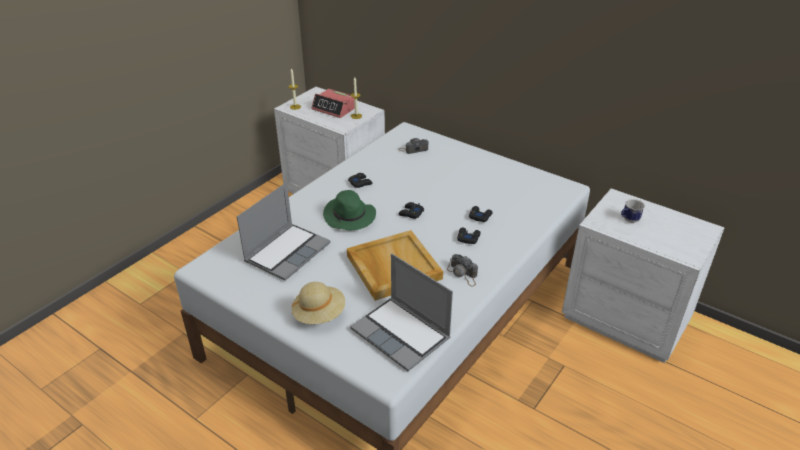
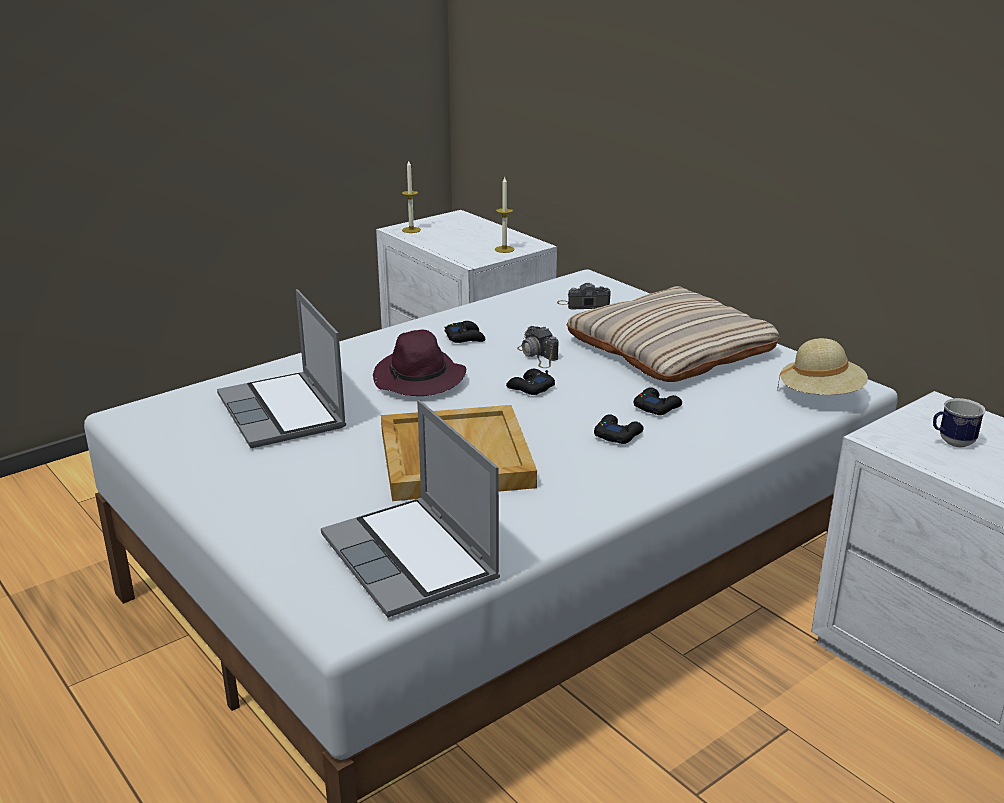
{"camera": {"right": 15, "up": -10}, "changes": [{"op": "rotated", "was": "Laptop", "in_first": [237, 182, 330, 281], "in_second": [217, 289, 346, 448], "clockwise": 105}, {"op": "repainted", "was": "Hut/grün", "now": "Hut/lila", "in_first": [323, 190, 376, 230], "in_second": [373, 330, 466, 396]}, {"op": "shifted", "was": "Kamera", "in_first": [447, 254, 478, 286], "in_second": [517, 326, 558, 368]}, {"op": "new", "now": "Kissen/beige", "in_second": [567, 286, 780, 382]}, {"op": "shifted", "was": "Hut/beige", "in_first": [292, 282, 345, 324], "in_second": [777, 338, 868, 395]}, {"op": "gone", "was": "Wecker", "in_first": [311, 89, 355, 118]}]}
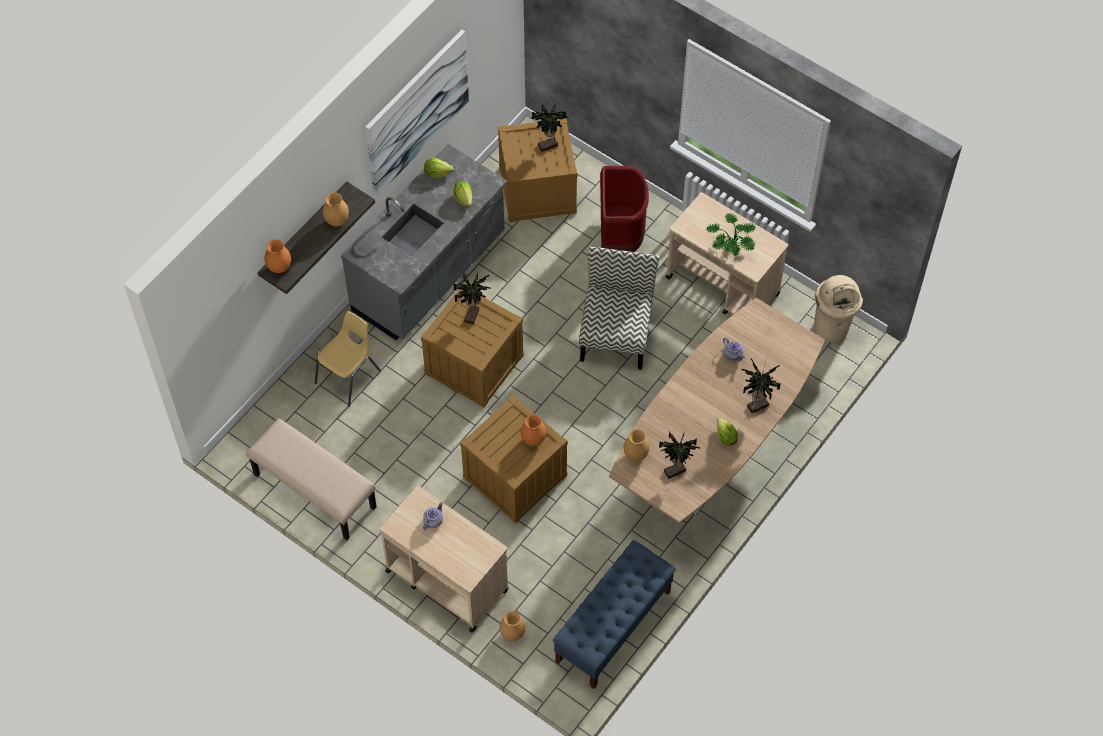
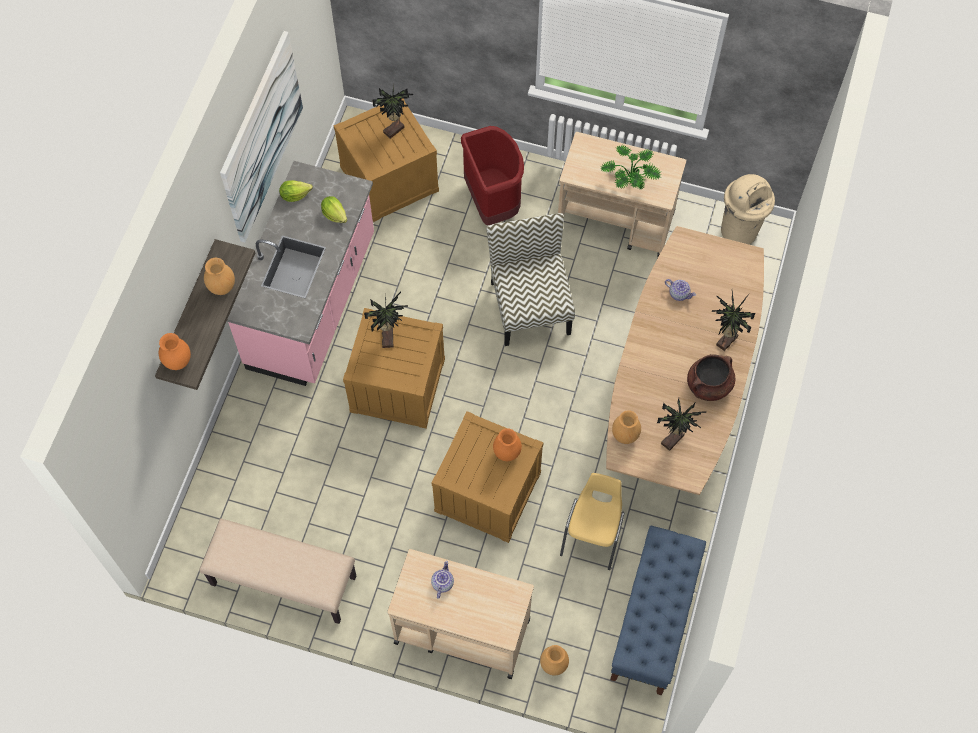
{"camera": {"right": -20, "up": 5}, "changes": [{"op": "repainted", "was": "Küchenzeile/grau", "now": "Küchenzeile/rosa", "in_first": [341, 144, 507, 340], "in_second": [227, 161, 374, 386]}, {"op": "shifted", "was": "Stuhl/gelb", "in_first": [315, 311, 381, 407], "in_second": [560, 473, 624, 570]}, {"op": "swapped", "was": "Salatkopf", "now": "Kochtopf/braun", "in_first": [717, 418, 738, 446], "in_second": [687, 354, 735, 401]}]}
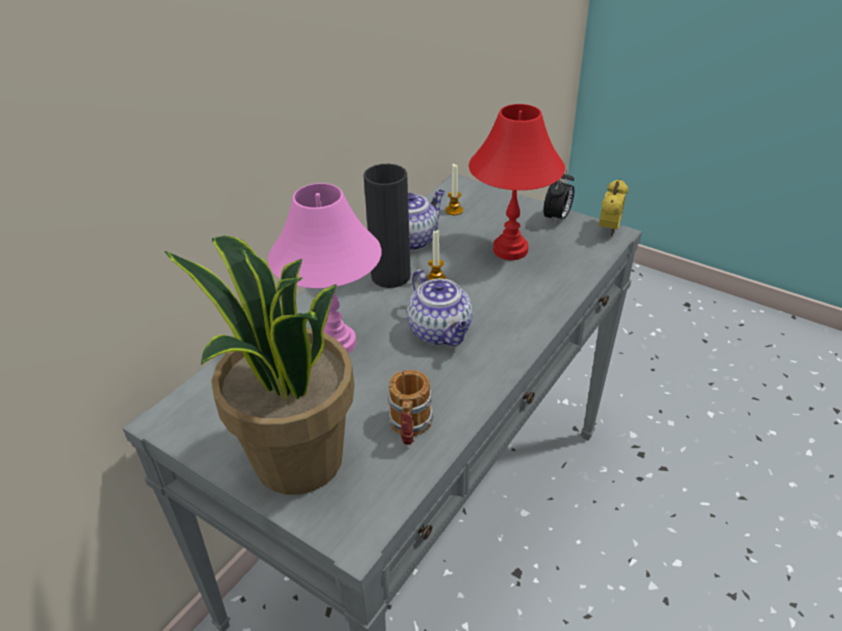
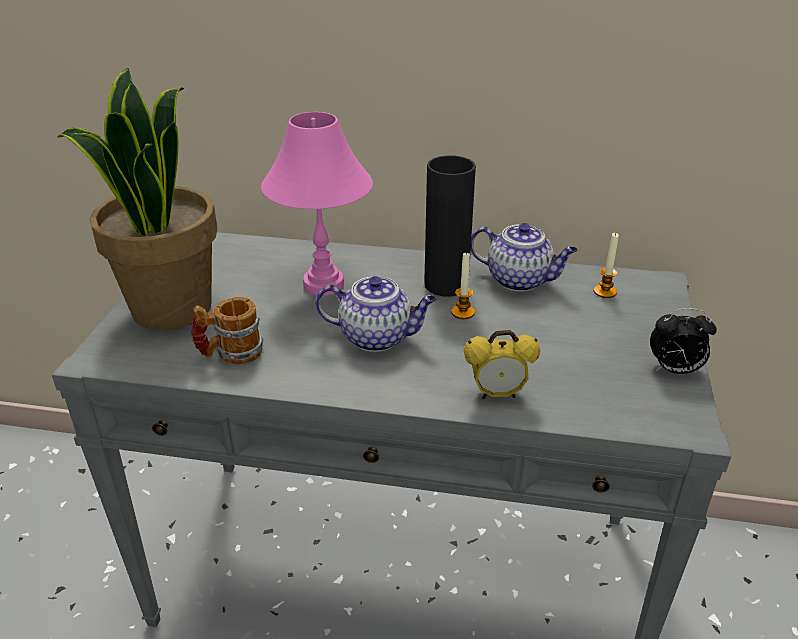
{"camera": {"right": 65, "up": -5}, "changes": [{"op": "rotated", "was": "Teekanne", "in_first": [407, 269, 473, 346], "in_second": [316, 276, 437, 352], "clockwise": -120}, {"op": "shifted", "was": "Wecker", "in_first": [599, 179, 628, 236], "in_second": [464, 330, 540, 399]}, {"op": "gone", "was": "Tischlampe/rot", "in_first": [469, 104, 565, 260]}]}
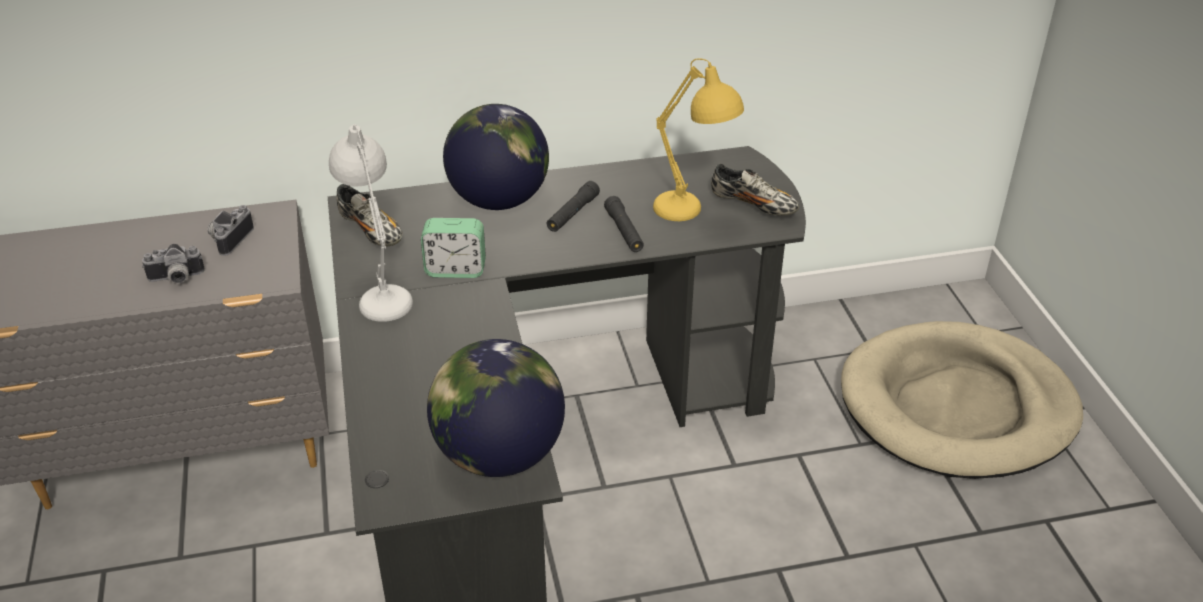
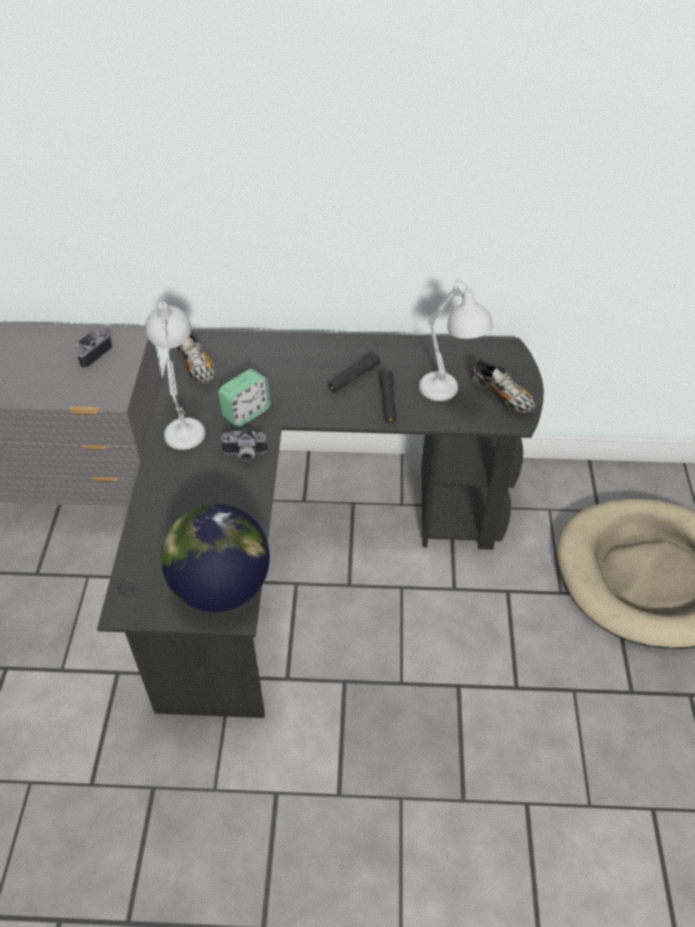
{"camera": {"right": 15, "up": 10}, "changes": [{"op": "rotated", "was": "Wecker", "in_first": [421, 218, 486, 278], "in_second": [218, 369, 271, 427], "clockwise": -60}, {"op": "shifted", "was": "Kamera", "in_first": [142, 244, 205, 283], "in_second": [220, 428, 268, 462]}, {"op": "repainted", "was": "Tischlampe/gelb", "now": "Tischlampe/weiß", "in_first": [653, 59, 744, 221], "in_second": [419, 280, 493, 401]}, {"op": "gone", "was": "Globus", "in_first": [443, 104, 549, 210]}]}
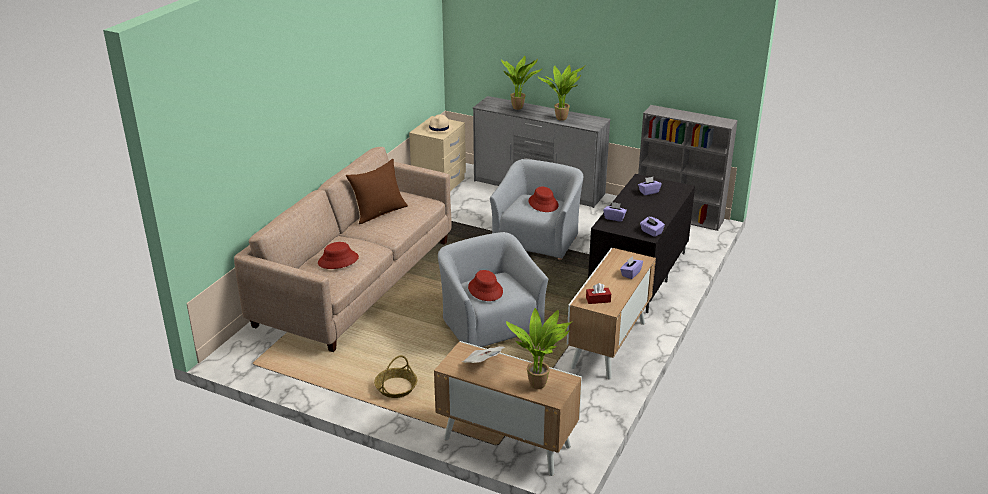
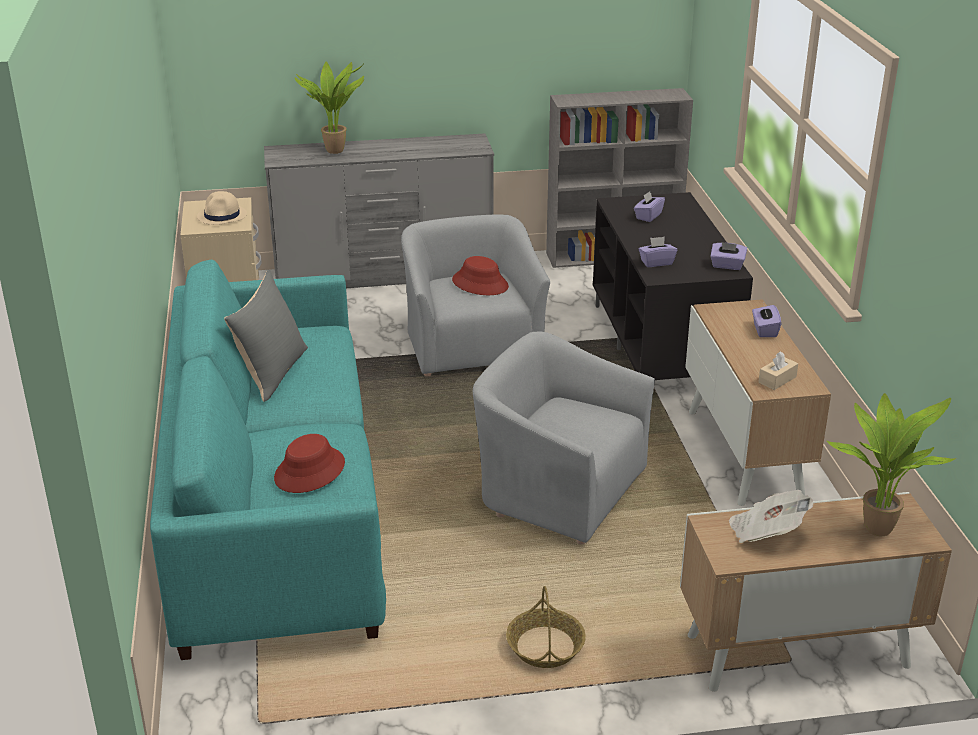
{"camera": {"right": -35, "up": 0}, "changes": [{"op": "repainted", "was": "Sofa/beige", "now": "Sofa/türkis", "in_first": [234, 147, 452, 352], "in_second": [150, 260, 386, 660]}, {"op": "repainted", "was": "Kissen/braun", "now": "Kissen/grau", "in_first": [346, 159, 408, 224], "in_second": [224, 270, 308, 402]}, {"op": "repainted", "was": "Taschentuchbox/rot", "now": "Taschentuchbox/beige", "in_first": [586, 283, 611, 304], "in_second": [758, 351, 798, 390]}, {"op": "gone", "was": "Hut/rot", "in_first": [468, 270, 503, 301]}, {"op": "gone", "was": "Topfpflanze", "in_first": [538, 65, 585, 121]}]}
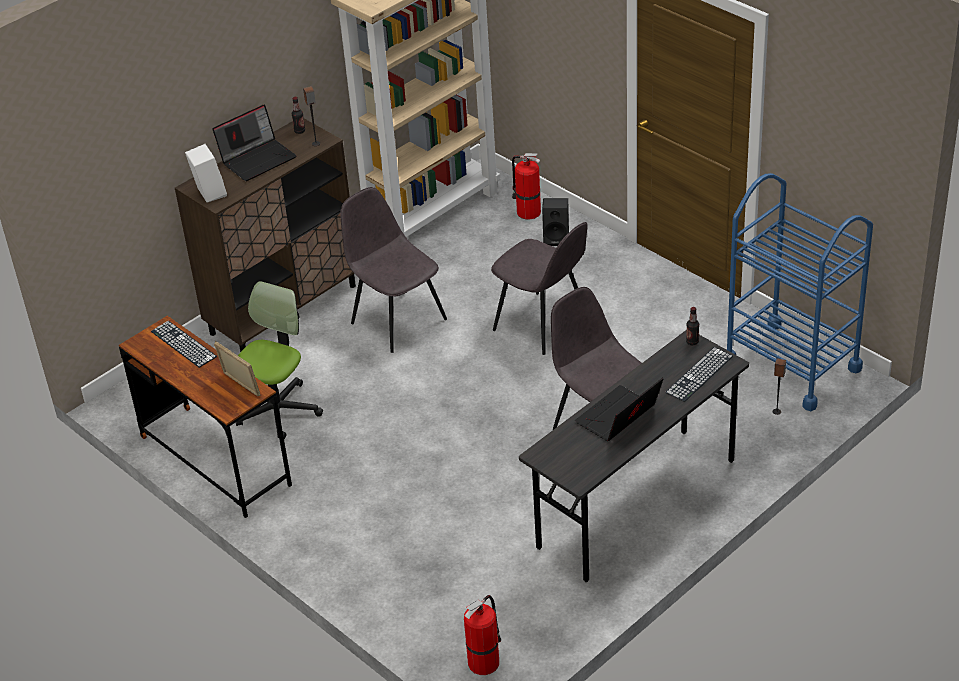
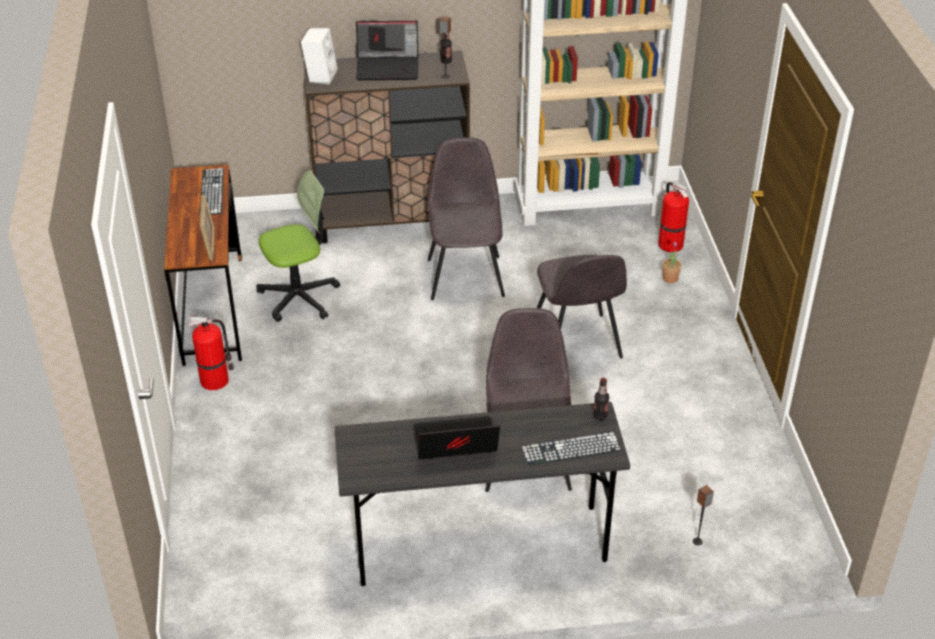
{"camera": {"right": 35, "up": 0}, "changes": [{"op": "shifted", "was": "Feuerlöscher", "in_first": [464, 595, 501, 675], "in_second": [189, 316, 234, 390]}, {"op": "swapped", "was": "Lautsprecher/schwarz", "now": "Topfpflanze", "in_first": [542, 198, 569, 246], "in_second": [663, 242, 681, 283]}, {"op": "gone", "was": "Rollwagen/blau", "in_first": [727, 173, 873, 411]}]}
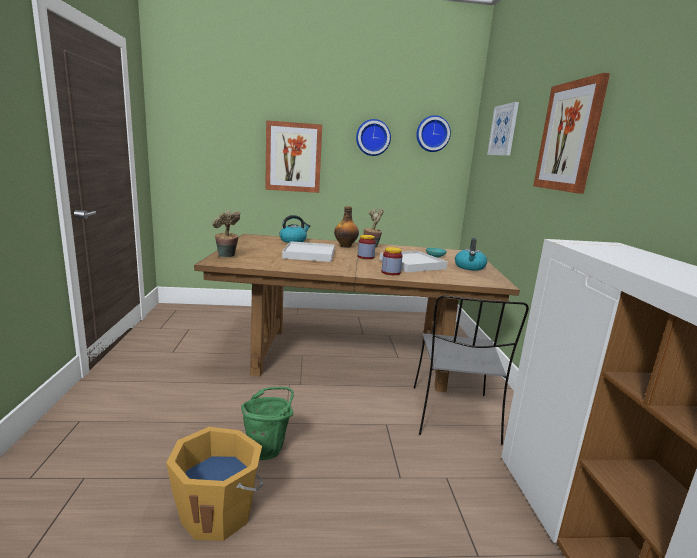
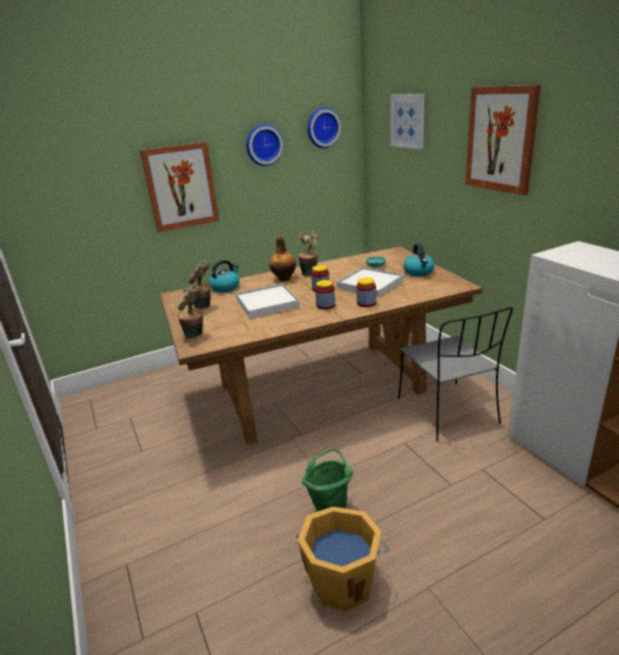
{"camera": {"right": -20, "up": 10}, "changes": [{"op": "new", "now": "Topfpflanze", "in_second": [188, 261, 211, 309]}, {"op": "new", "now": "Vorratsglas", "in_second": [315, 280, 335, 309]}]}
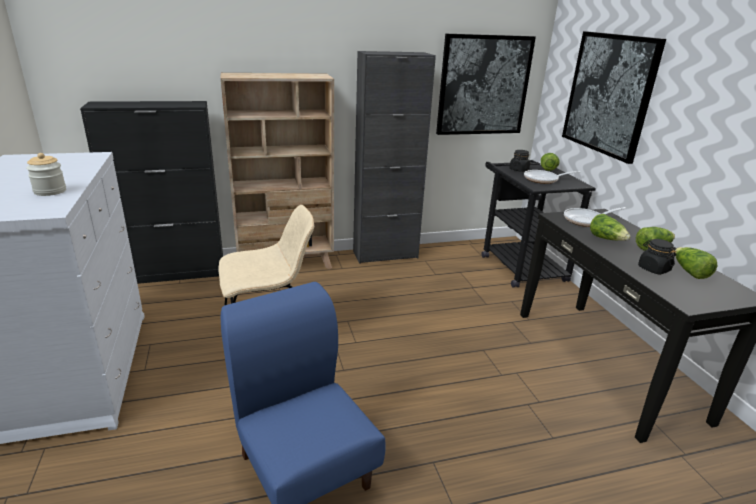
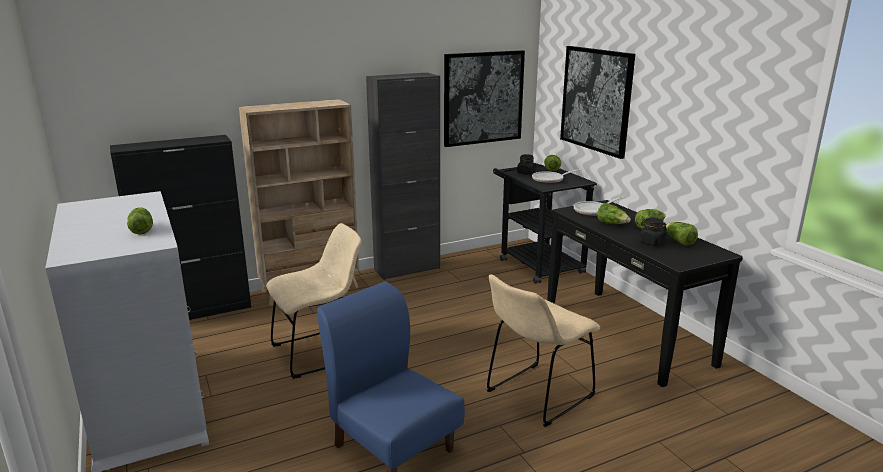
{"camera": {"right": -10, "up": -5}, "changes": [{"op": "swapped", "was": "Vorratsglas", "now": "Salatkopf", "in_first": [26, 153, 66, 196], "in_second": [127, 207, 153, 235]}, {"op": "new", "now": "Stuhl/beige", "in_second": [486, 274, 600, 427]}]}
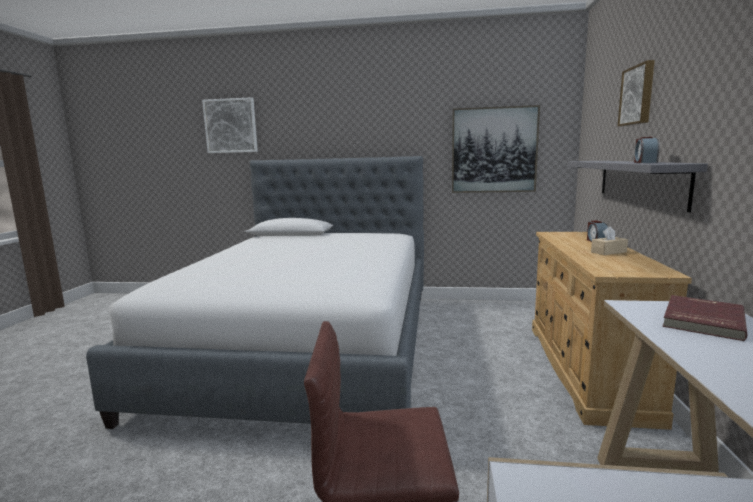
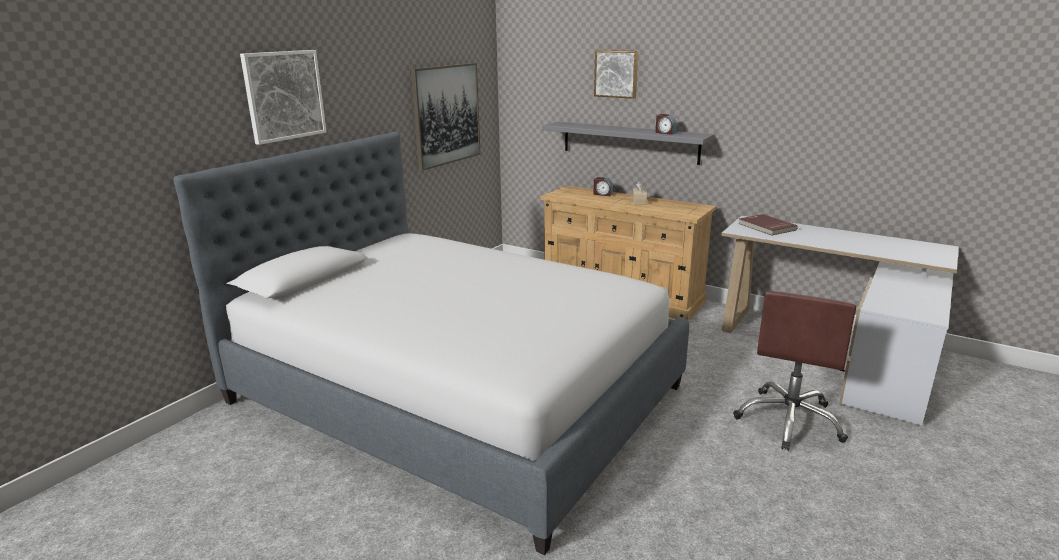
{"camera": {"right": -65, "up": 10}, "changes": [{"op": "shifted", "was": "Bild", "in_first": [202, 97, 258, 153], "in_second": [240, 50, 327, 145]}]}
